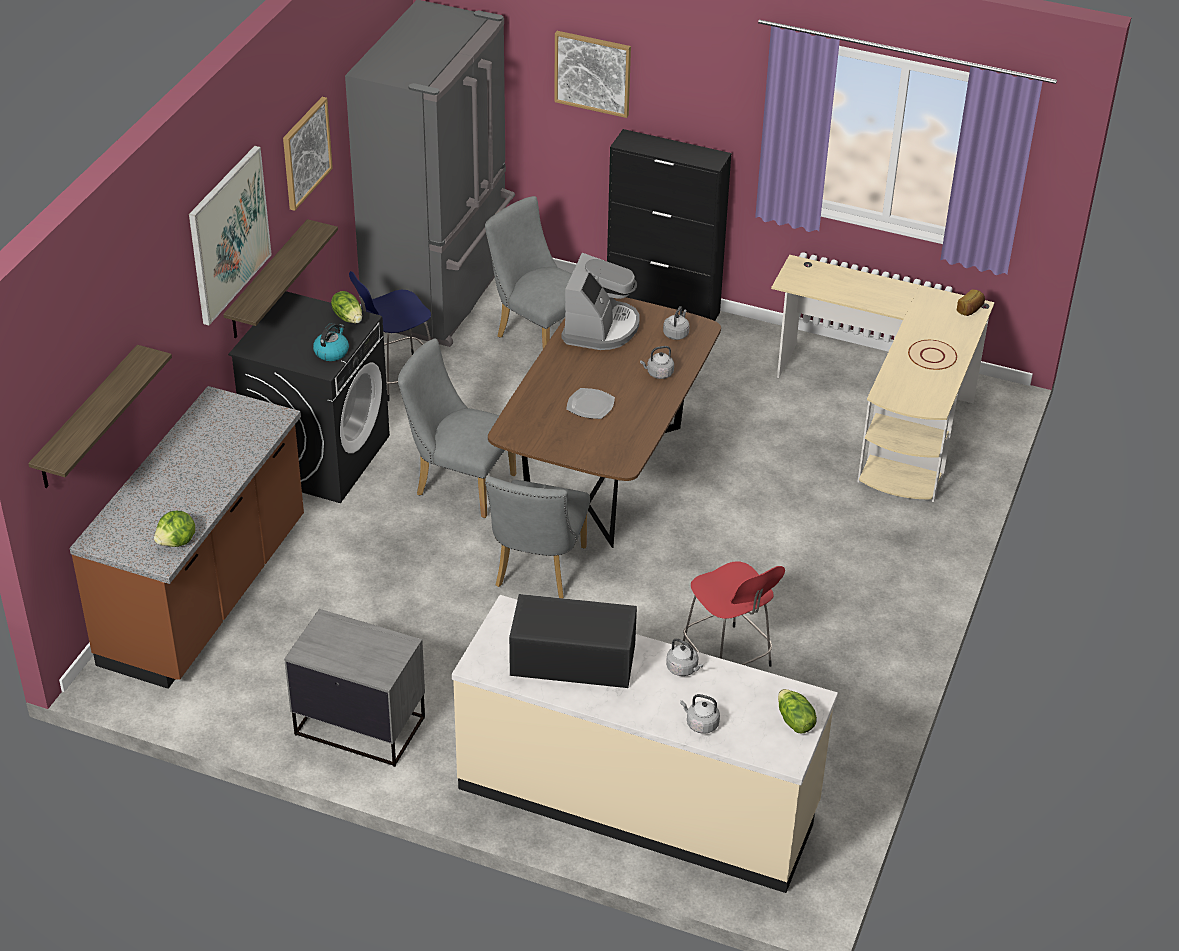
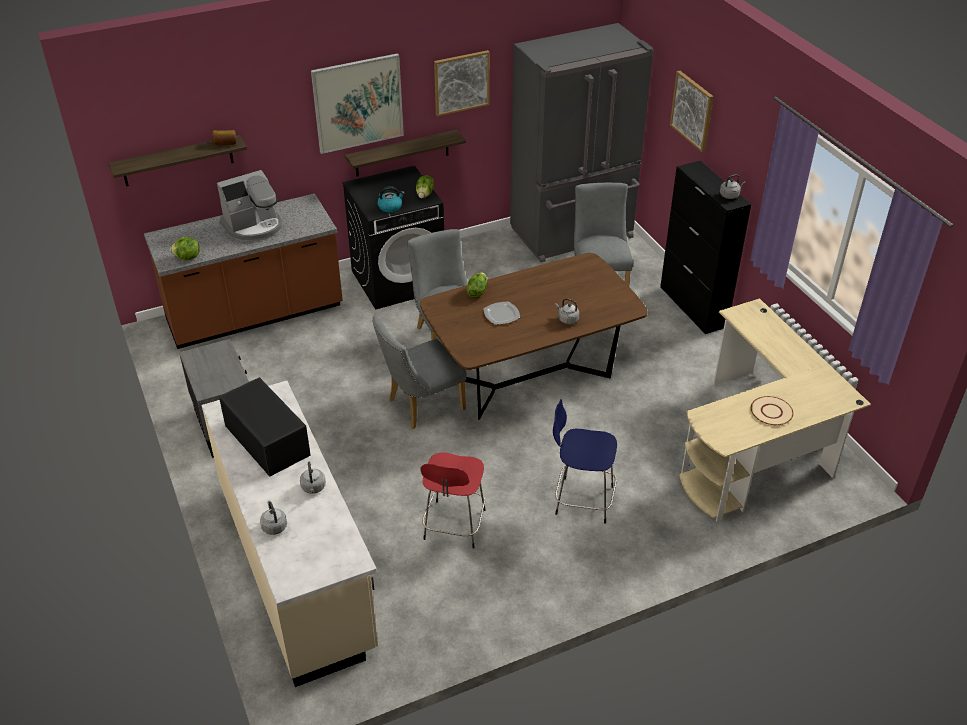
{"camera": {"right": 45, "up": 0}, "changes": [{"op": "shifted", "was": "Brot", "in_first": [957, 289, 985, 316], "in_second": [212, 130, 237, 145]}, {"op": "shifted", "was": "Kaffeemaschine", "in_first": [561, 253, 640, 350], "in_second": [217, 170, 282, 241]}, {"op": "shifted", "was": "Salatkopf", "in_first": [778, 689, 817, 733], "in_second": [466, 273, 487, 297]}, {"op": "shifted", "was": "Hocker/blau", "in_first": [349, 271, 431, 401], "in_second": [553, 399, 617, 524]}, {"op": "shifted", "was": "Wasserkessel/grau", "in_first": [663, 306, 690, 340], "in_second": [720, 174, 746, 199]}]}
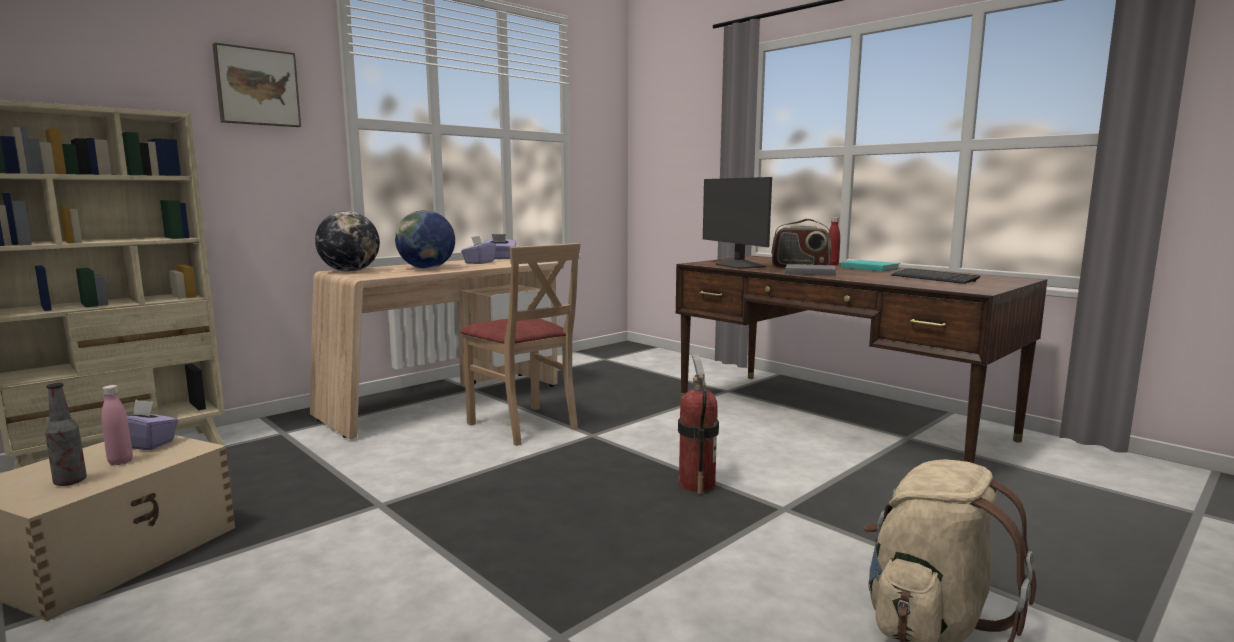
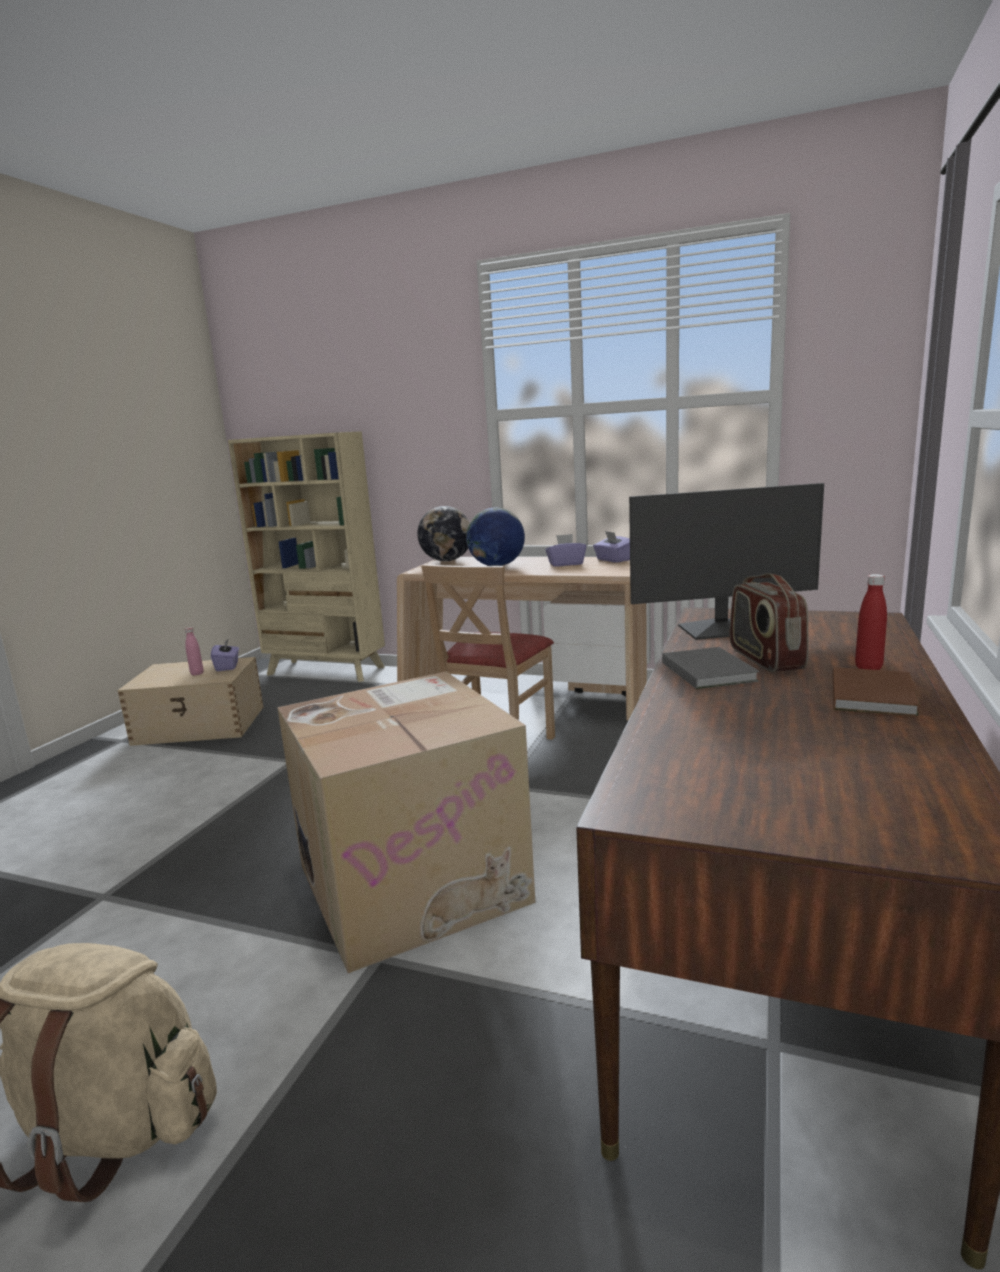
{"camera": {"right": 65, "up": 5}, "changes": [{"op": "swapped", "was": "Feuerlöscher", "now": "Karton", "in_first": [678, 354, 719, 494], "in_second": [277, 672, 535, 973]}, {"op": "rotated", "was": "Monitor", "in_first": [703, 177, 772, 269], "in_second": [629, 483, 824, 640], "clockwise": -135}, {"op": "repainted", "was": "Buch/türkis", "now": "Buch/braun", "in_first": [841, 260, 900, 272], "in_second": [833, 667, 920, 717]}, {"op": "gone", "was": "Flasche", "in_first": [45, 383, 87, 486]}, {"op": "gone", "was": "Bild", "in_first": [212, 42, 301, 127]}, {"op": "gone", "was": "Tastatur", "in_first": [891, 268, 980, 284]}]}
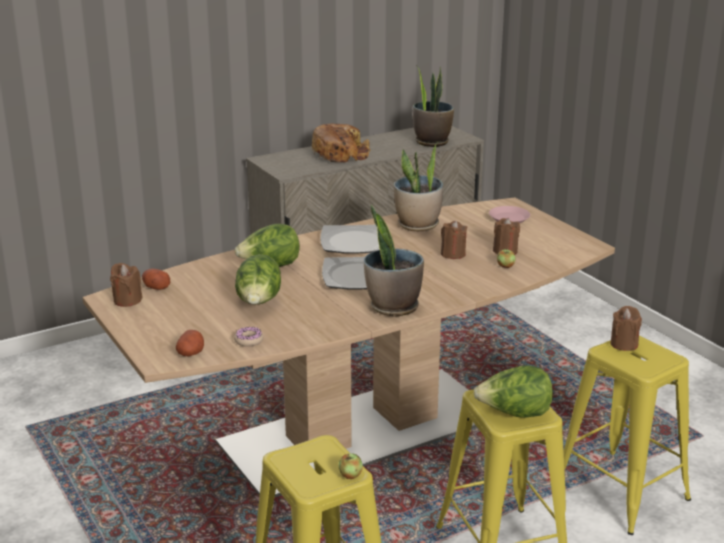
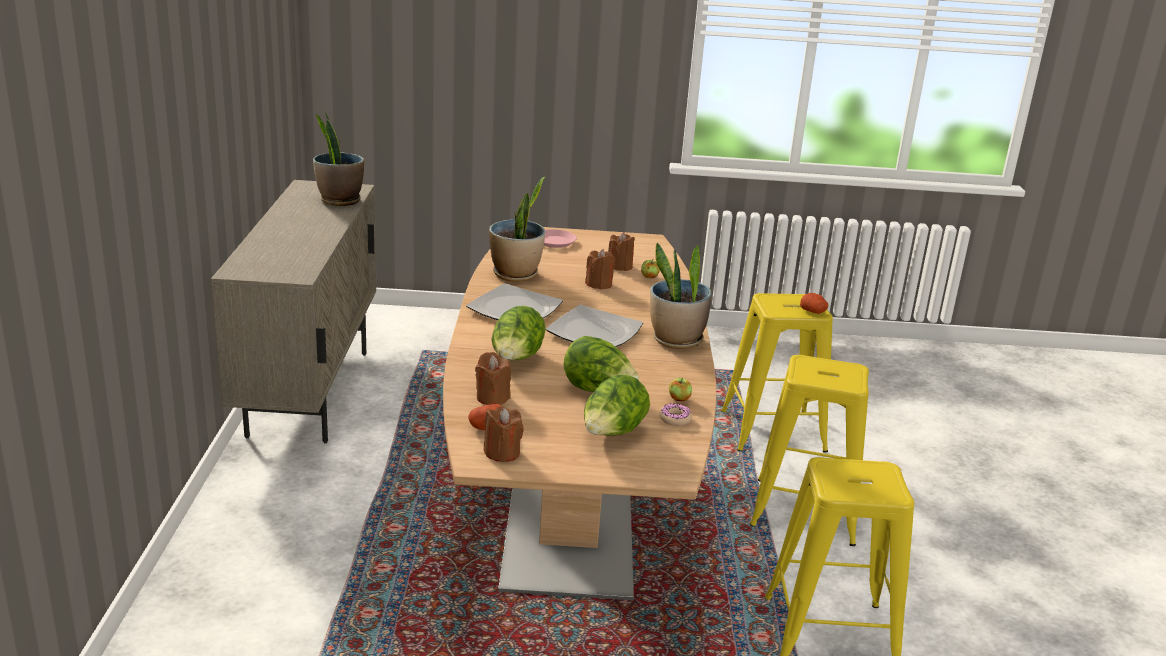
{"camera": {"right": -60, "up": 0}, "changes": [{"op": "shifted", "was": "Kerze/braun", "in_first": [610, 306, 642, 351], "in_second": [475, 352, 511, 405]}, {"op": "shifted", "was": "Salatkopf", "in_first": [473, 365, 553, 418], "in_second": [584, 375, 650, 436]}, {"op": "shifted", "was": "Apfel", "in_first": [338, 453, 363, 479], "in_second": [669, 378, 692, 401]}, {"op": "shifted", "was": "Kartoffel", "in_first": [176, 330, 204, 356], "in_second": [800, 293, 828, 314]}, {"op": "gone", "was": "Brot", "in_first": [312, 124, 371, 162]}]}
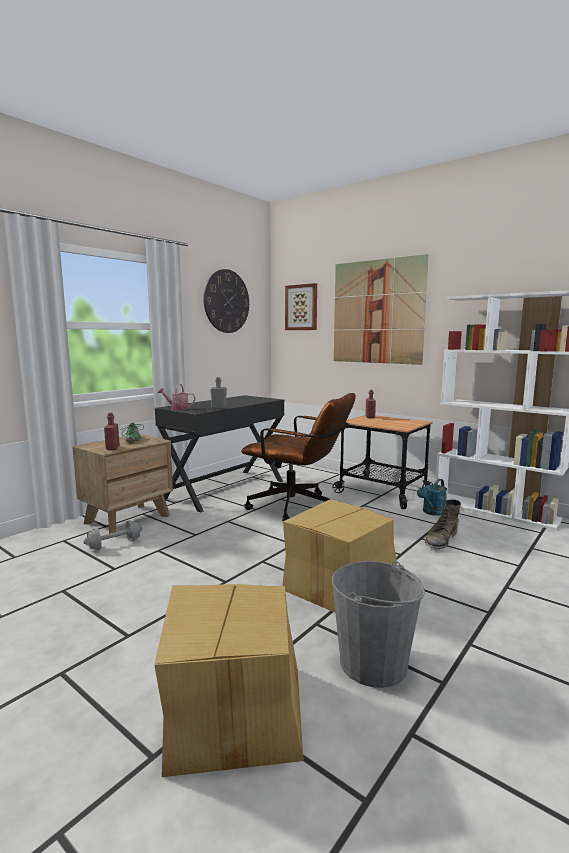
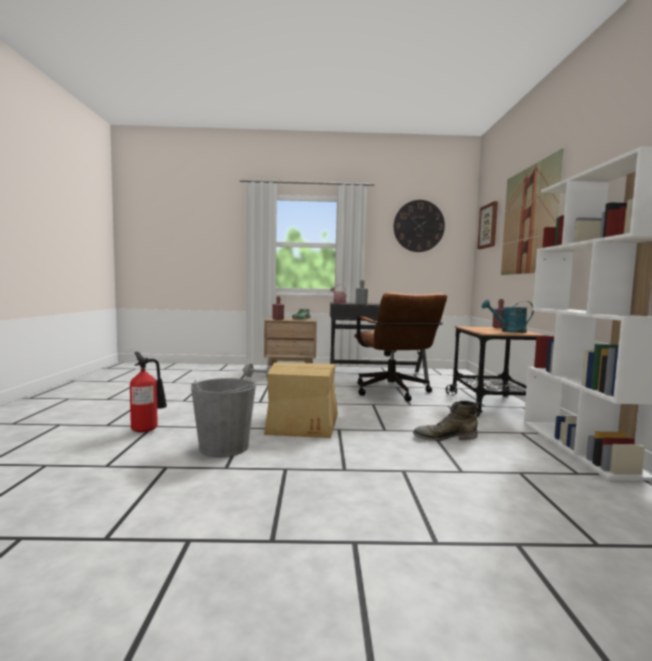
{"camera": {"right": 50, "up": -5}, "changes": [{"op": "swapped", "was": "Karton", "now": "Feuerlöscher", "in_first": [154, 584, 304, 777], "in_second": [130, 352, 167, 432]}, {"op": "shifted", "was": "Gießkanne/türkis", "in_first": [417, 479, 447, 516], "in_second": [482, 300, 534, 333]}]}
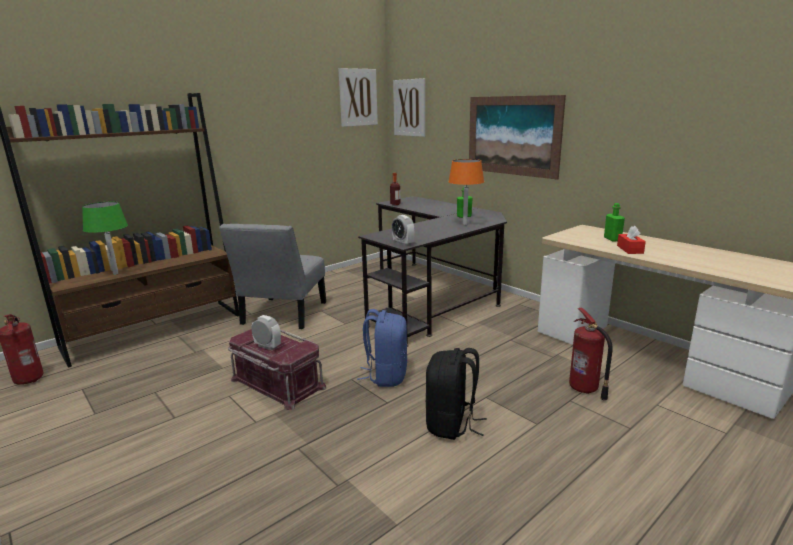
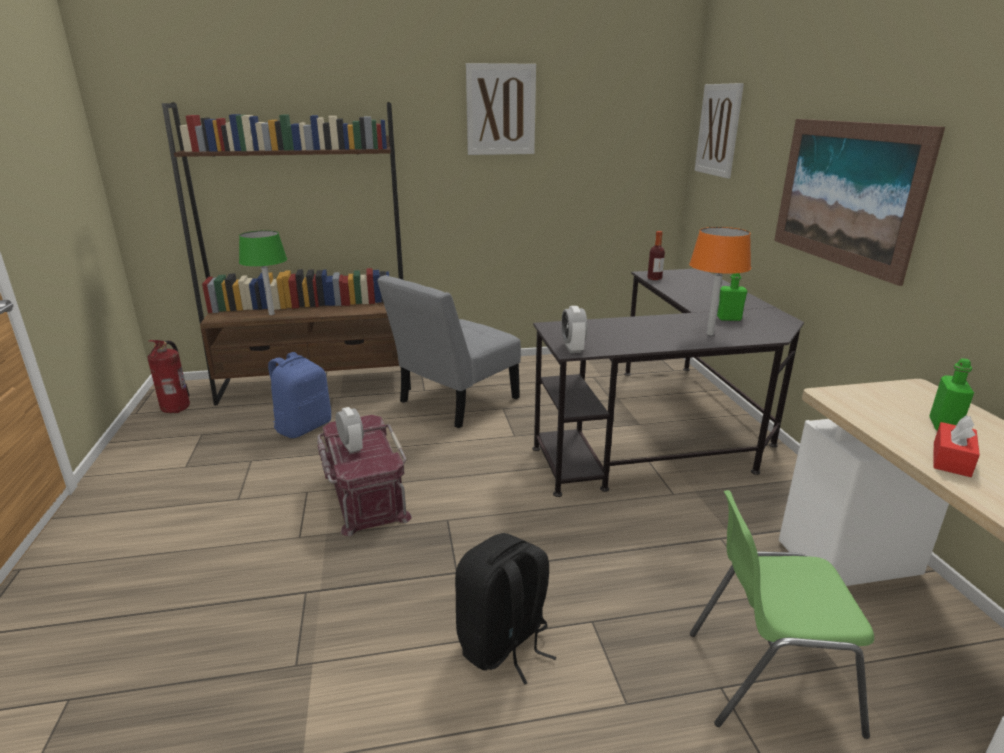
{"camera": {"right": 30, "up": 5}, "changes": [{"op": "shifted", "was": "Rucksack/blau", "in_first": [357, 309, 407, 387], "in_second": [268, 352, 331, 438]}, {"op": "shifted", "was": "Bild", "in_first": [338, 68, 378, 127], "in_second": [466, 63, 536, 155]}, {"op": "swapped", "was": "Feuerlöscher", "now": "Stuhl/grün", "in_first": [569, 307, 613, 401], "in_second": [690, 490, 874, 739]}]}
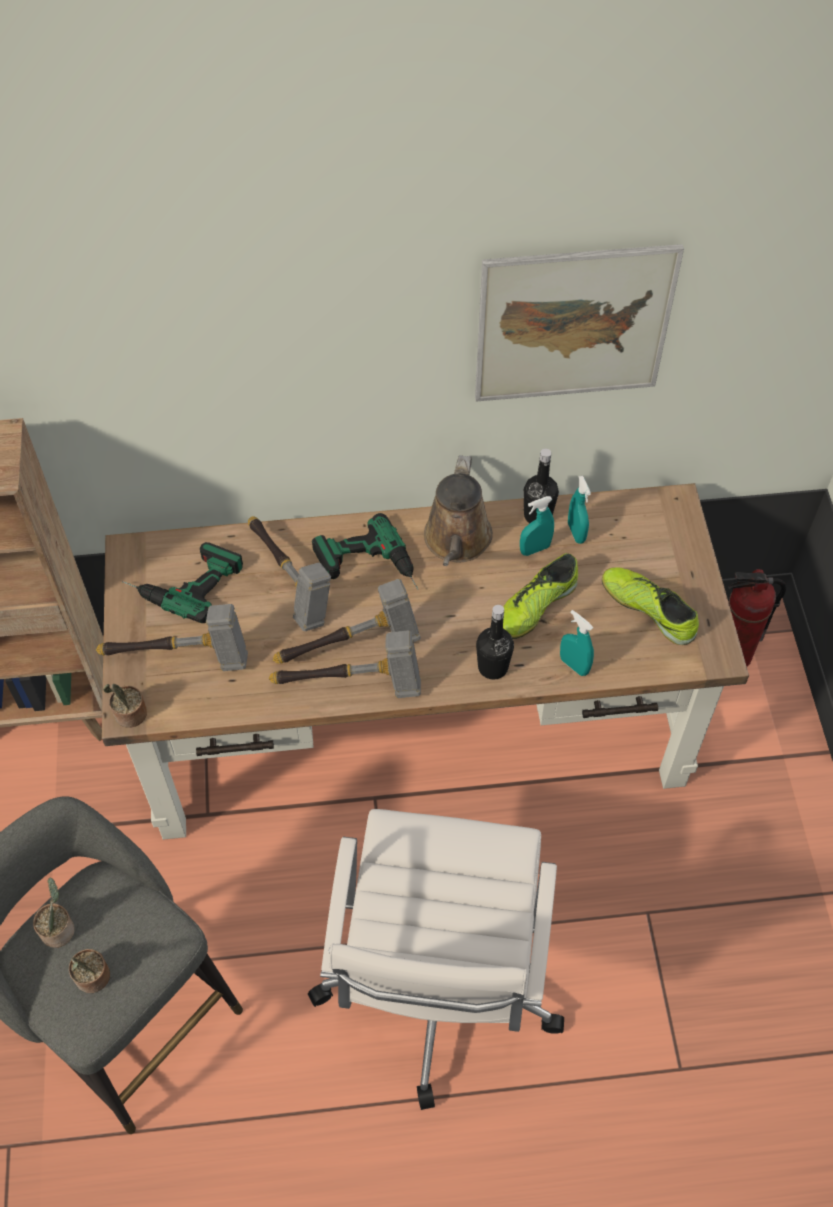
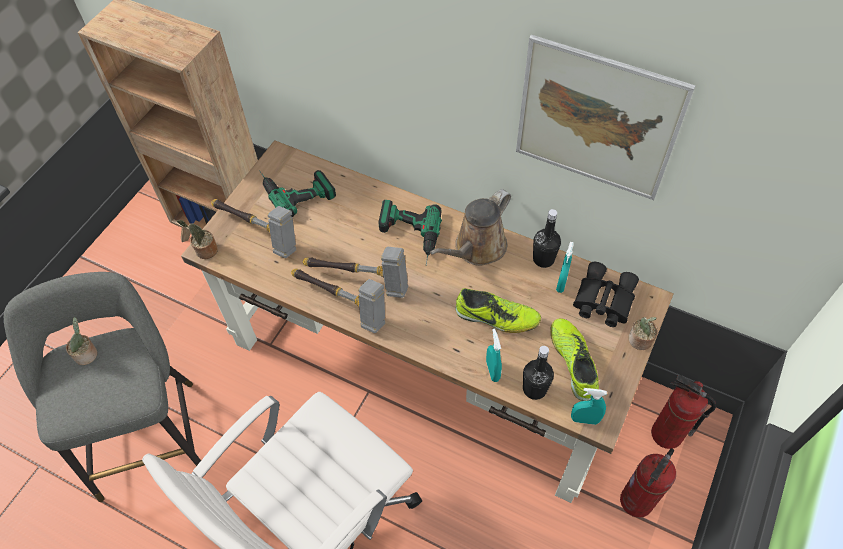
{"camera": {"right": 35, "up": 0}, "changes": [{"op": "rotated", "was": "Schuh", "in_first": [503, 553, 578, 639], "in_second": [455, 288, 541, 333], "clockwise": -150}, {"op": "shifted", "was": "Flasche/schwarz", "in_first": [476, 605, 514, 680], "in_second": [523, 346, 554, 400]}, {"op": "shifted", "was": "Sprühflasche/türkis", "in_first": [520, 496, 554, 556], "in_second": [571, 388, 607, 425]}, {"op": "new", "now": "Fernglas/schwarz", "in_second": [573, 262, 639, 327]}, {"op": "new", "now": "Feuerlöscher", "in_second": [620, 448, 676, 518]}, {"op": "shifted", "was": "Topfpflanze", "in_first": [69, 949, 110, 993], "in_second": [628, 317, 658, 350]}, {"op": "gone", "was": "Hammer", "in_first": [248, 517, 331, 631]}]}
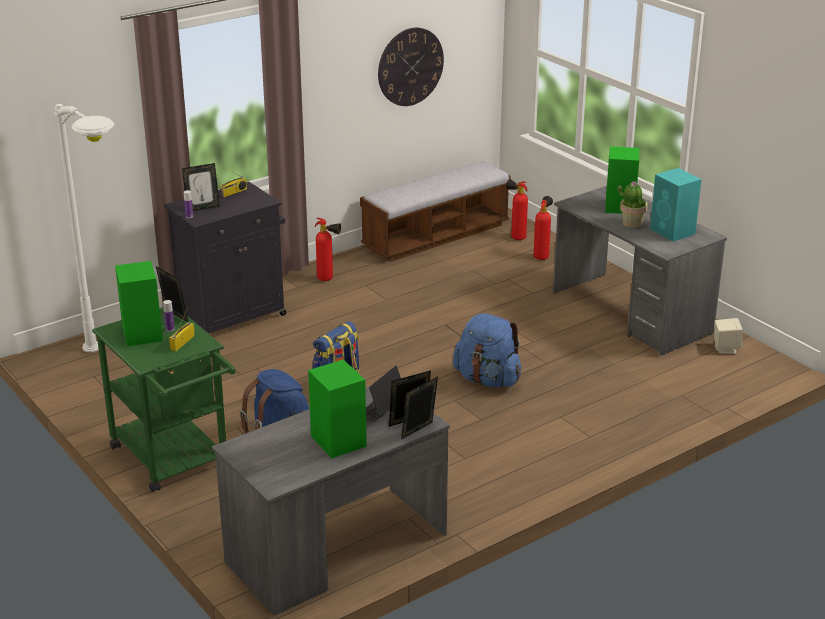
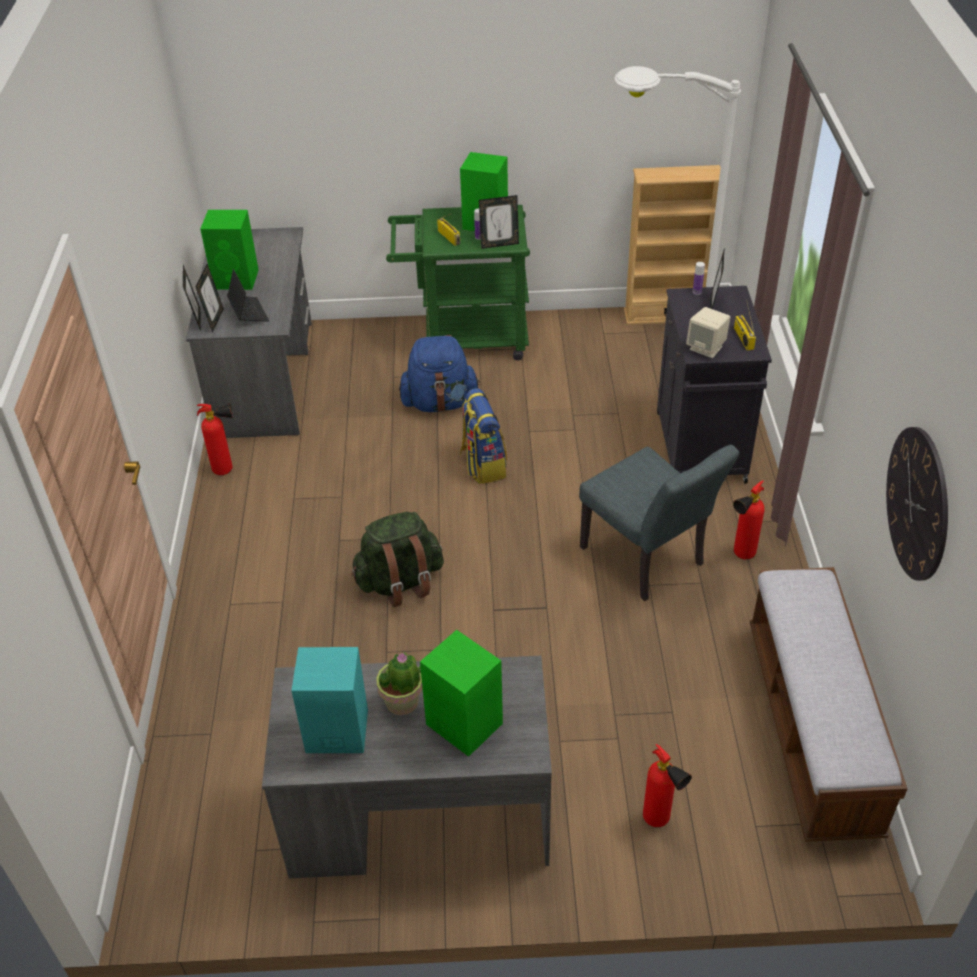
{"camera": {"right": 125, "up": 15}, "changes": [{"op": "shifted", "was": "Feuerlöscher", "in_first": [506, 179, 528, 240], "in_second": [197, 403, 233, 475]}, {"op": "repainted", "was": "Rucksack/blau", "now": "Rucksack/grün", "in_first": [453, 313, 521, 387], "in_second": [351, 512, 444, 607]}, {"op": "new", "now": "Stuhl/grau", "in_second": [579, 445, 739, 601]}, {"op": "new", "now": "Bücherregal/beige", "in_second": [624, 165, 721, 325]}, {"op": "shifted", "was": "Lautsprecher/beige", "in_first": [714, 318, 743, 354], "in_second": [686, 307, 730, 358]}]}
